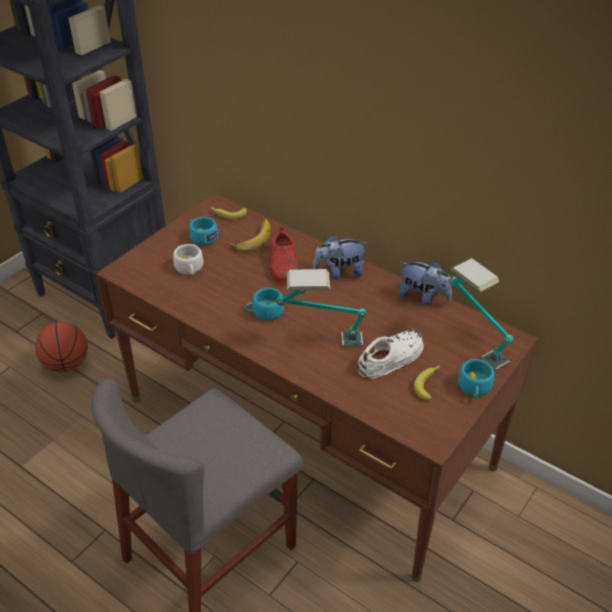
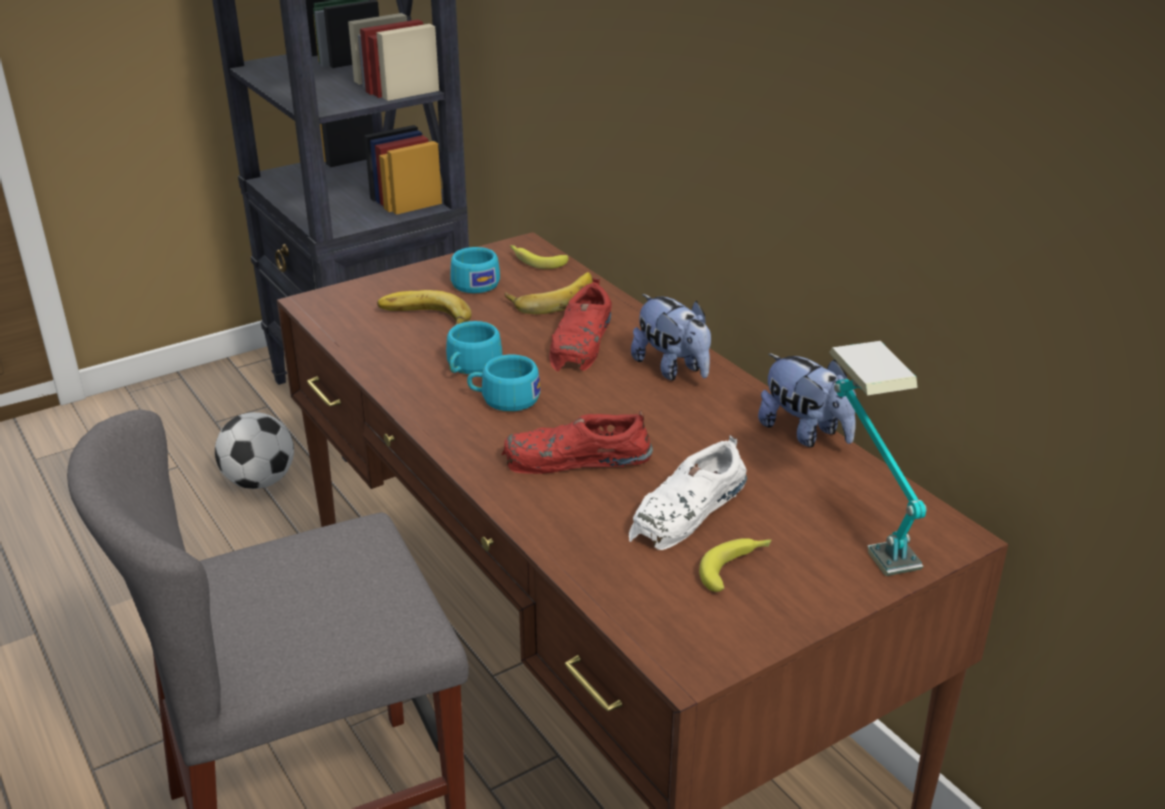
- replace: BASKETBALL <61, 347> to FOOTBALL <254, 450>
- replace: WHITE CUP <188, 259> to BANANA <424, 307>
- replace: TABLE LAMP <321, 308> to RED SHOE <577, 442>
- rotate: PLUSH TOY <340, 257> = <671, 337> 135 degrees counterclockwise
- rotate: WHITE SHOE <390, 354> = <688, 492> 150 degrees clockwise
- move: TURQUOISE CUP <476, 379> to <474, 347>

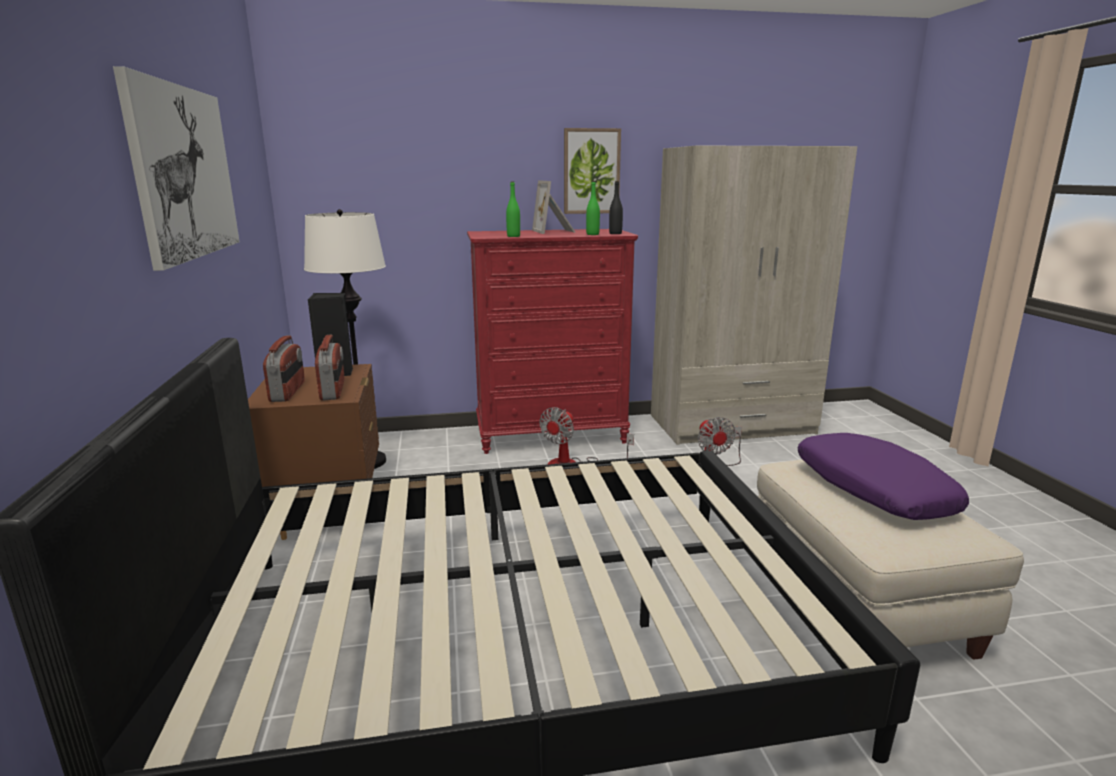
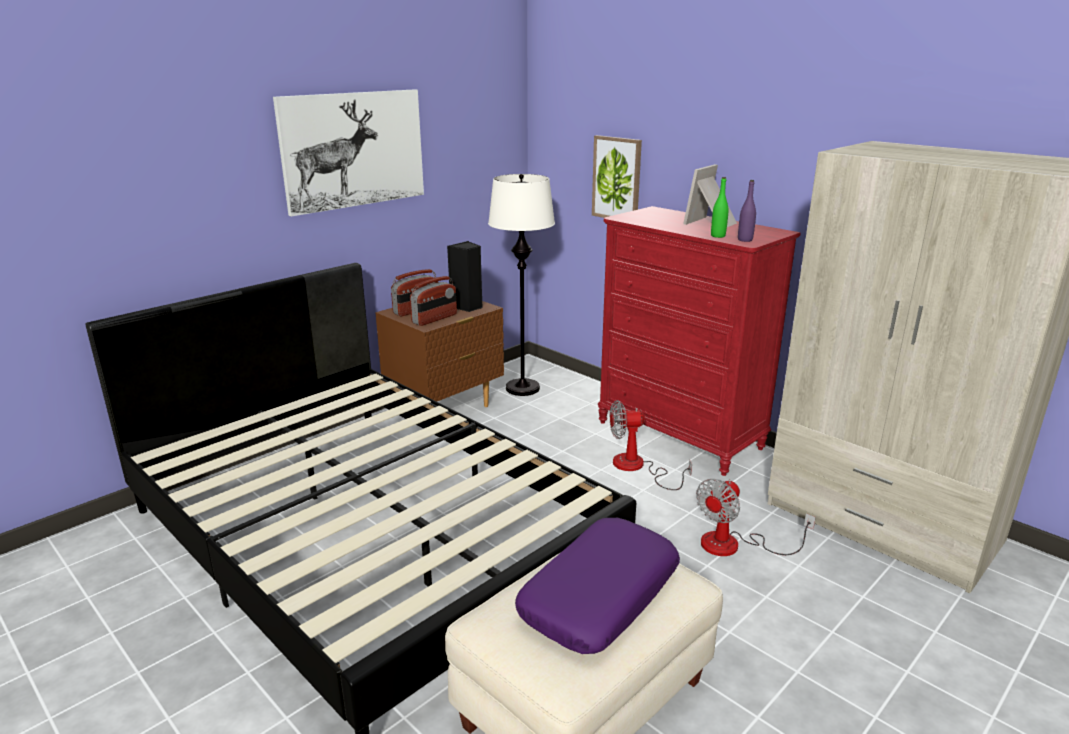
- delete: GREEN BOTTLE <513, 209>
- move: PICTURE <592, 171> to <617, 176>
- recolor: BLACK BOTTLE <616, 207> to PURPLE BOTTLE <747, 211>

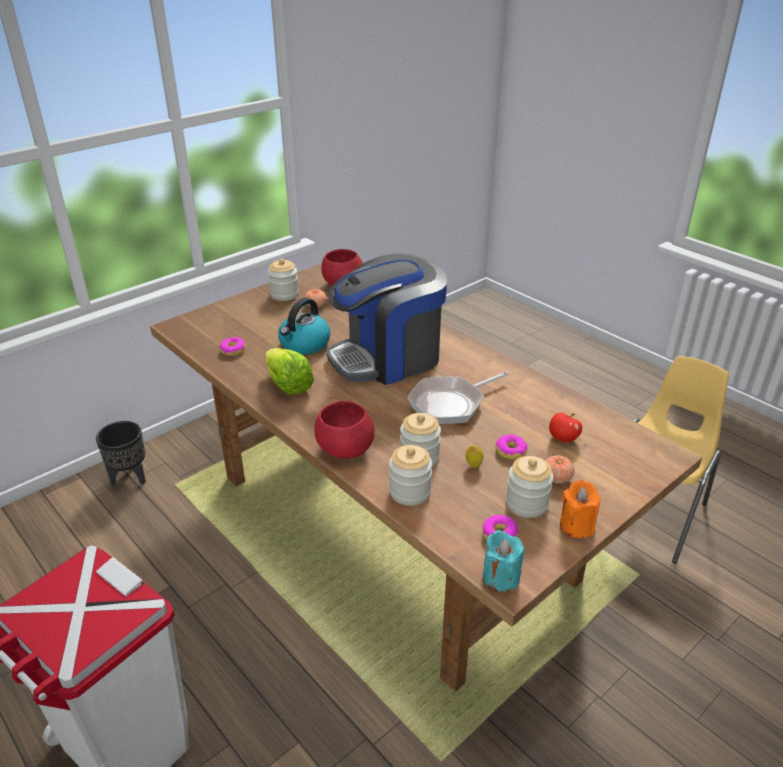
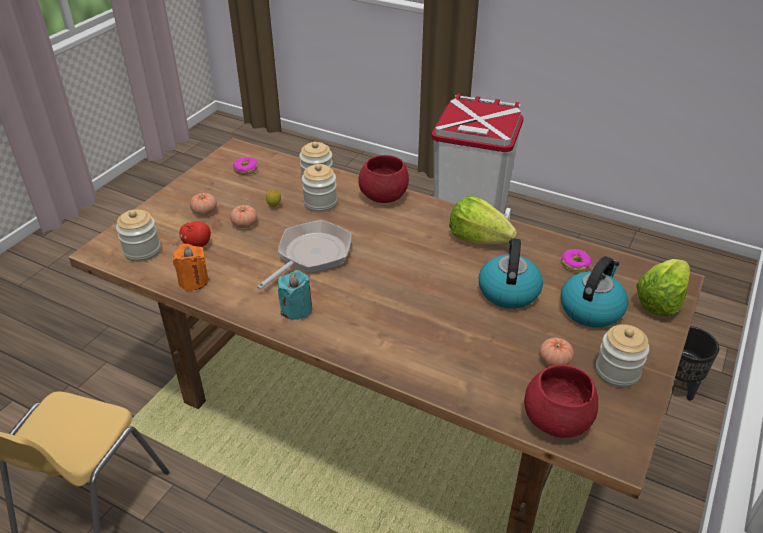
- delete: COFFEE MACHINE <386, 319>
- move: TURQUOISE CANDLE <504, 561> to <295, 295>
- replace: DONUT <511, 446> to TOMATO <243, 216>
- move: JAR <529, 487> to <138, 235>
- move: ORANGE CANDLE <580, 509> to <191, 267>
- insert: KETTLE <594, 292>
- insert: LETTUCE <663, 288>

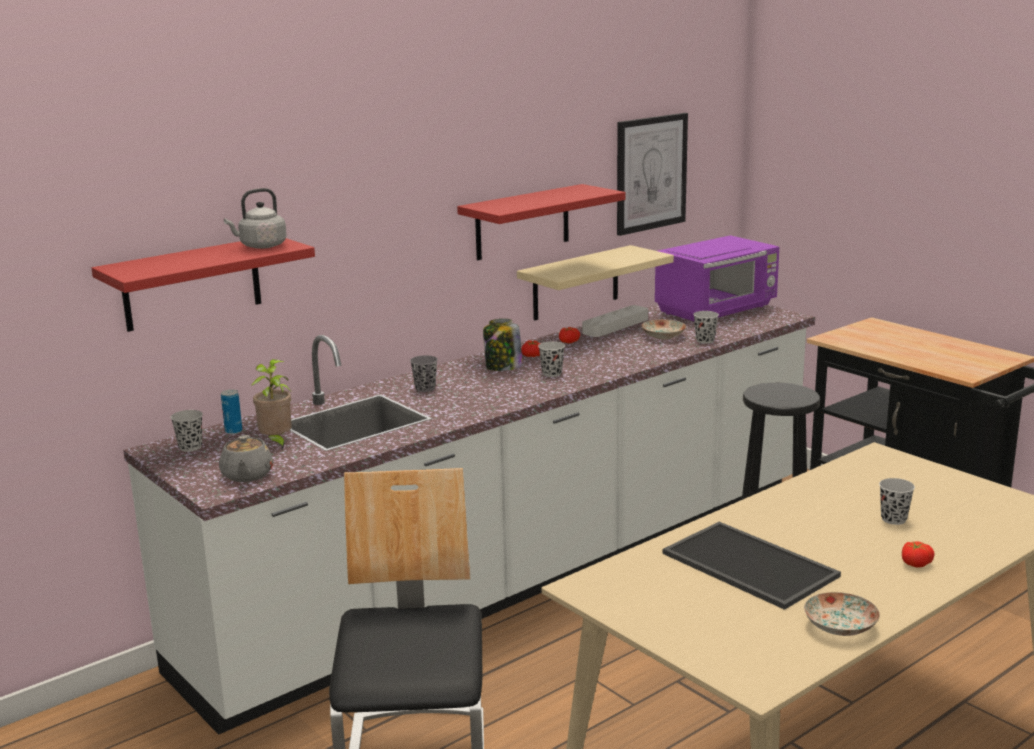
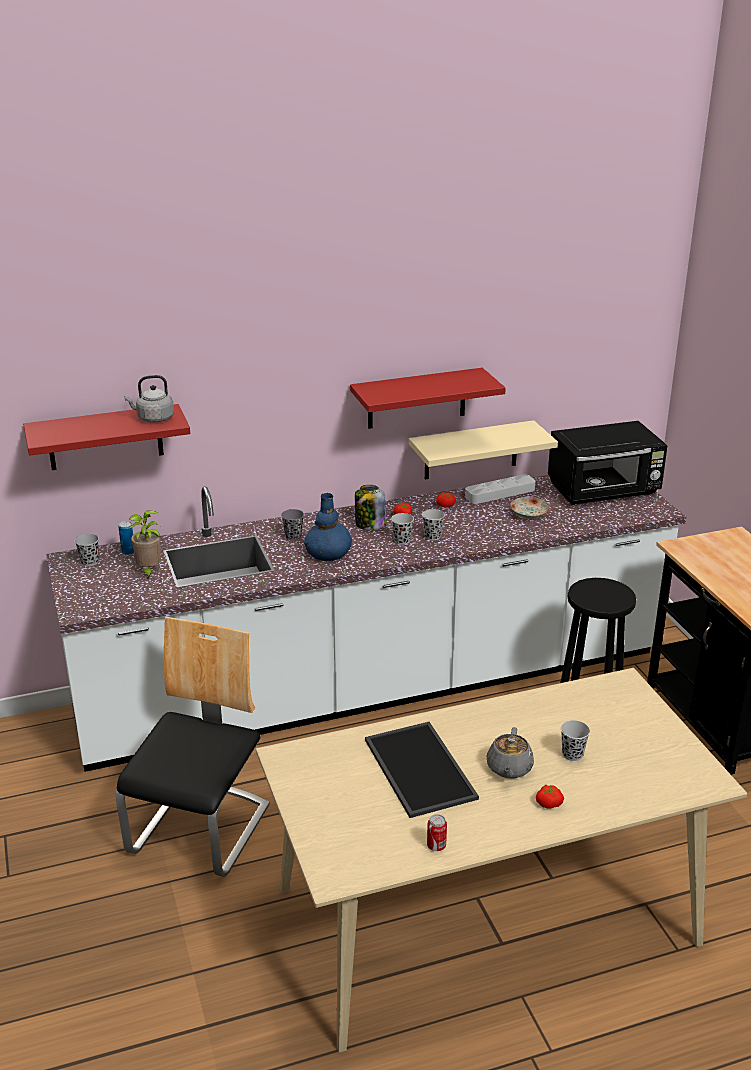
- move: GREY TEAPOT <246, 458> to <510, 752>
- delete: PICTURE <652, 174>
- recolor: PURPLE MICROWAVE <717, 278> to BLACK MICROWAVE <608, 463>
- move: BLACK CUP <706, 327> to <433, 524>
- replace: PLATE <842, 614> to CAN <437, 832>
- insert: BLUE VASE <328, 527>

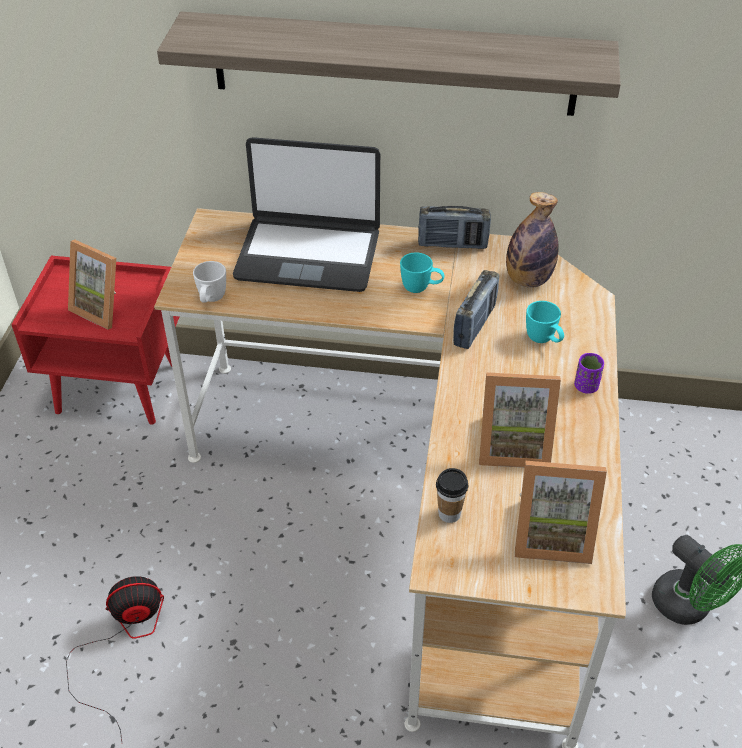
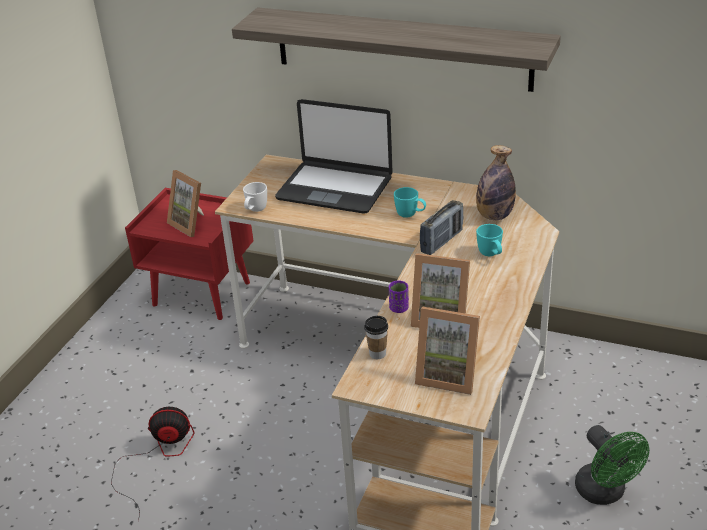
- delete: RADIO <454, 227>
- move: PURPLE CUP <589, 373> to <399, 297>

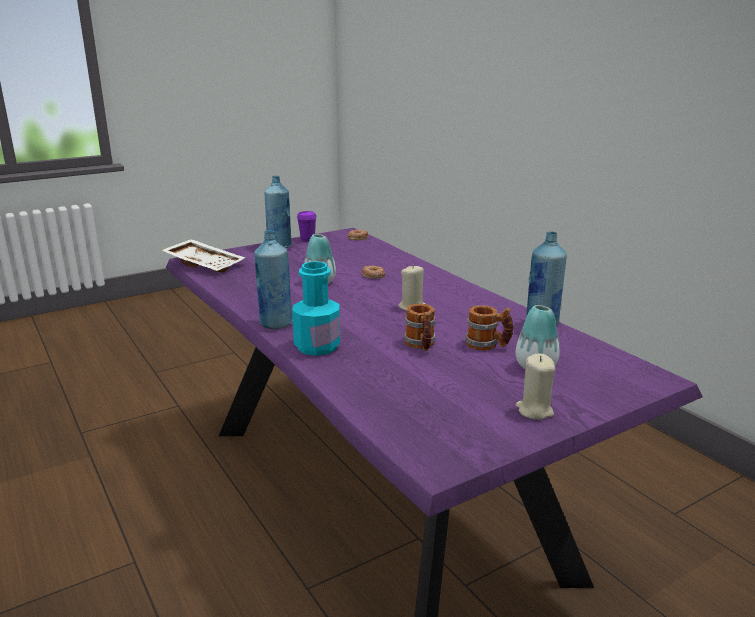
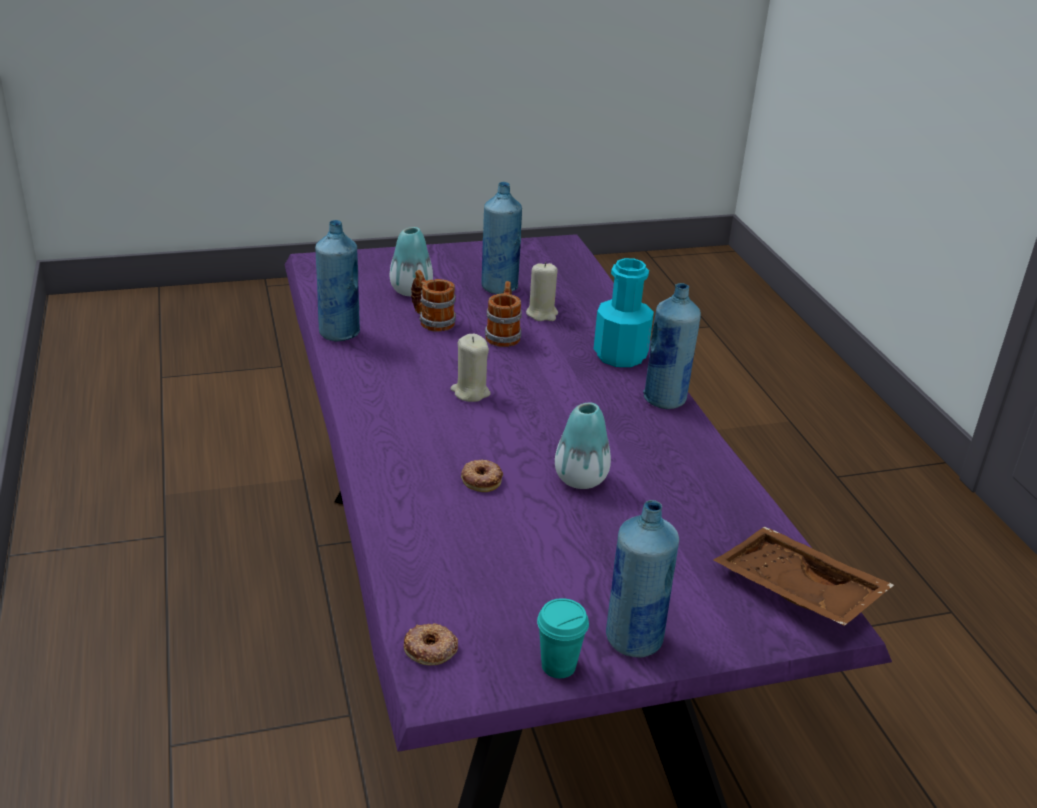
- recolor: WHITE TRAY <203, 256> to BROWN TRAY <804, 576>
- recolor: PURPLE CUP <307, 226> to TURQUOISE CUP <563, 638>
- move: BEIGE CANDLE <535, 387> to <542, 291>
- insert: BLUE BOTTLE <502, 238>

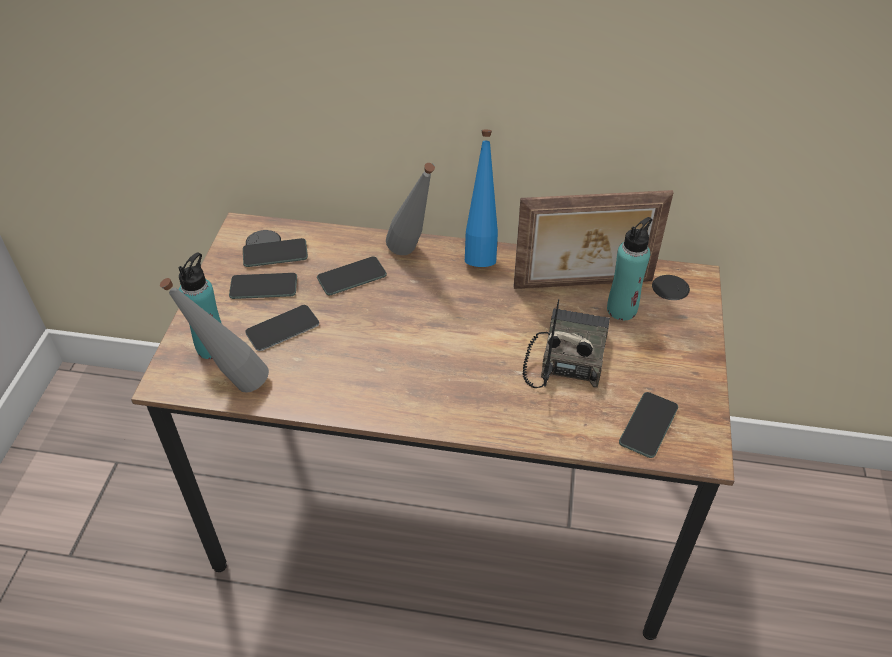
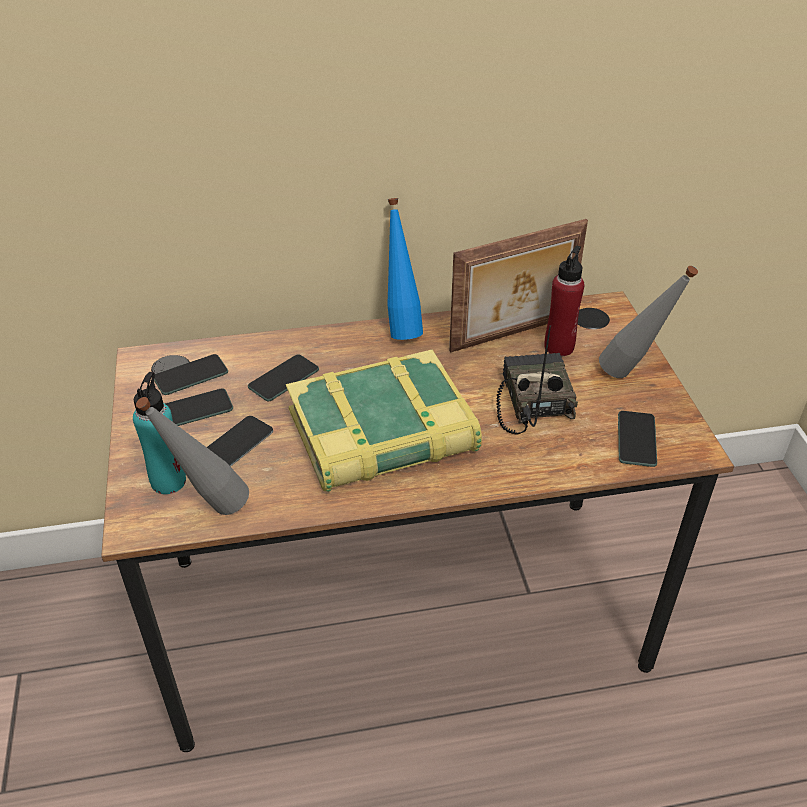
- move: GREY BOTTLE <410, 209> to <648, 322>
- recolor: TURQUOISE BOTTLE <629, 268> to RED BOTTLE <564, 301>
- insert: BOOK <384, 421>

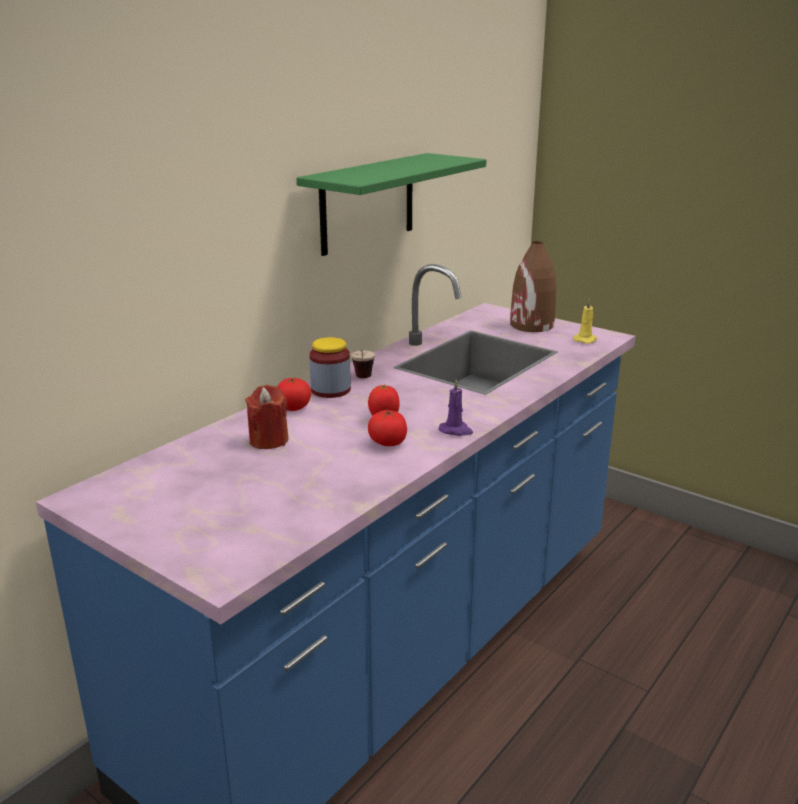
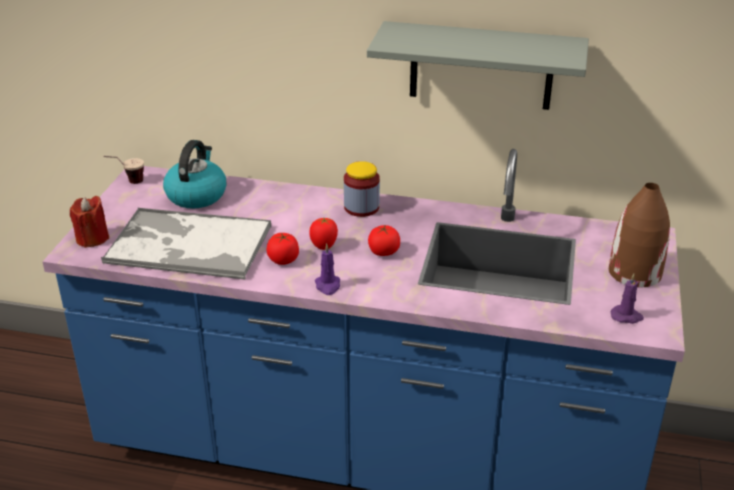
- move: RED CANDLE <267, 417> to <89, 222>
- move: TOMATO <294, 394> to <384, 240>
- recolor: GREEN SHELF <391, 204> to GREY SHELF <478, 65>
- move: CUP <363, 363> to <123, 170>
- recolor: YELLOW CANDLE <585, 321> to PURPLE CANDLE <627, 299>
- insert: TRAY <186, 244>
- insert: KETTLE <194, 174>

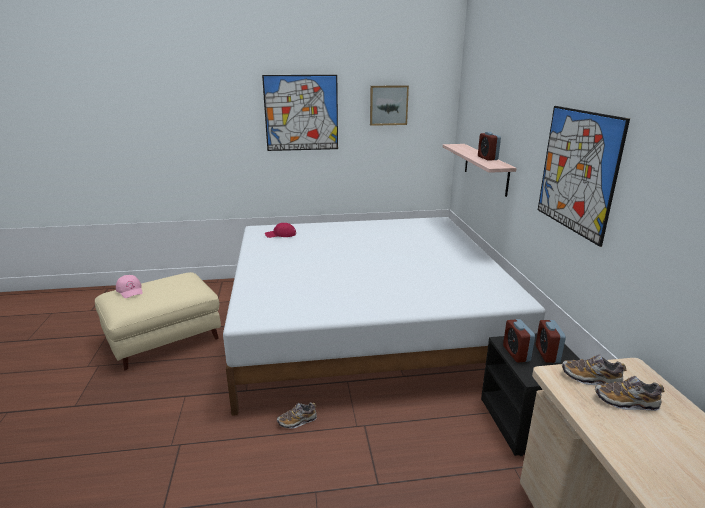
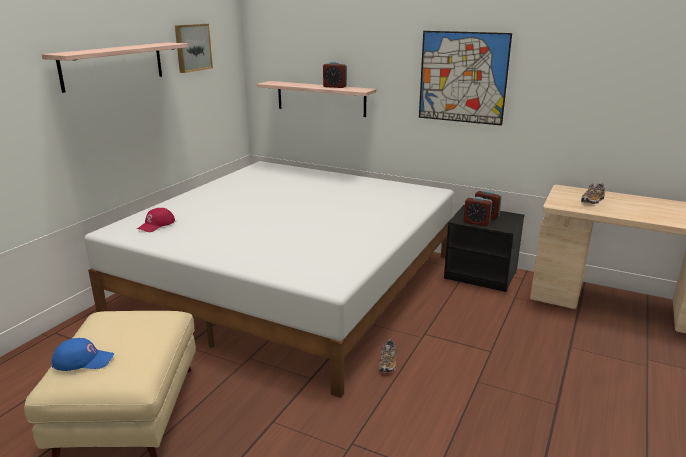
- recolor: PINK CAP <129, 286> to BLUE CAP <82, 354>
- replace: PICTURE <300, 113> to SHELF <115, 67>
- delete: SHOE <594, 369>

